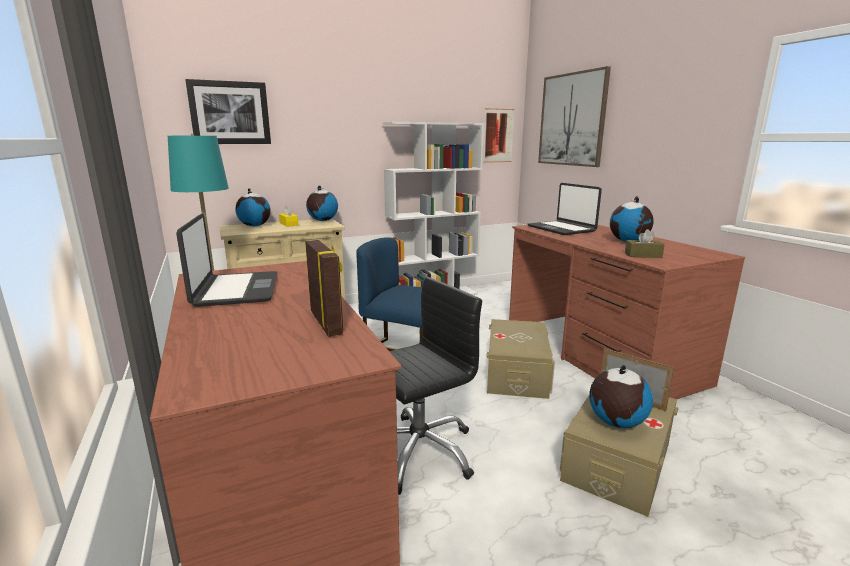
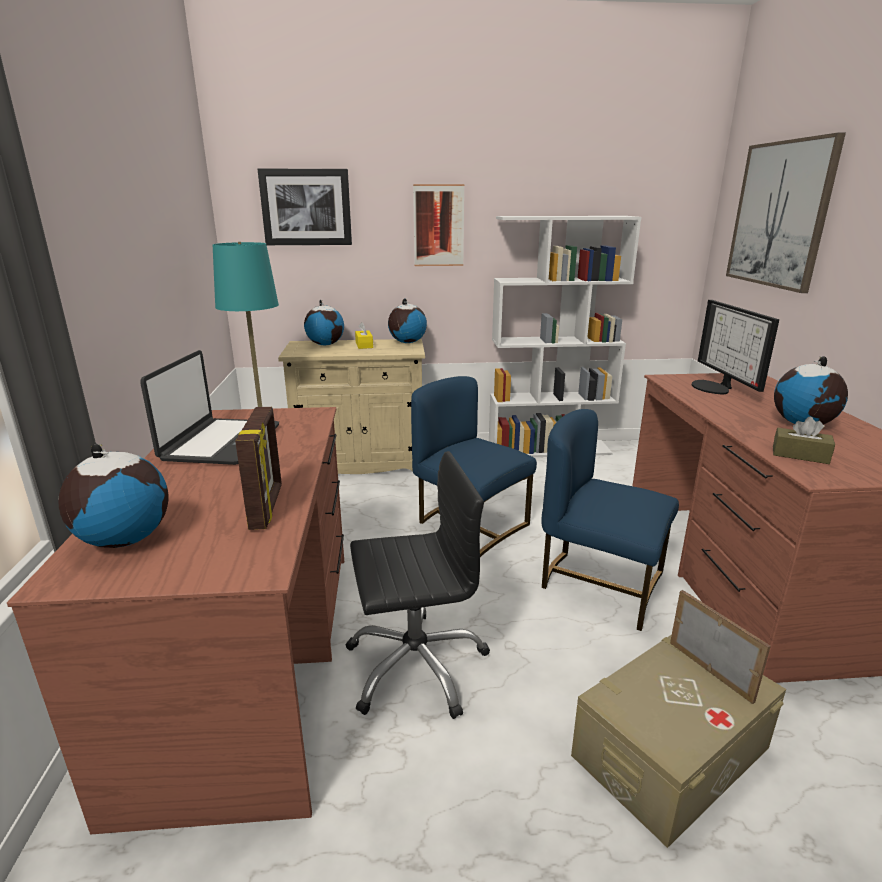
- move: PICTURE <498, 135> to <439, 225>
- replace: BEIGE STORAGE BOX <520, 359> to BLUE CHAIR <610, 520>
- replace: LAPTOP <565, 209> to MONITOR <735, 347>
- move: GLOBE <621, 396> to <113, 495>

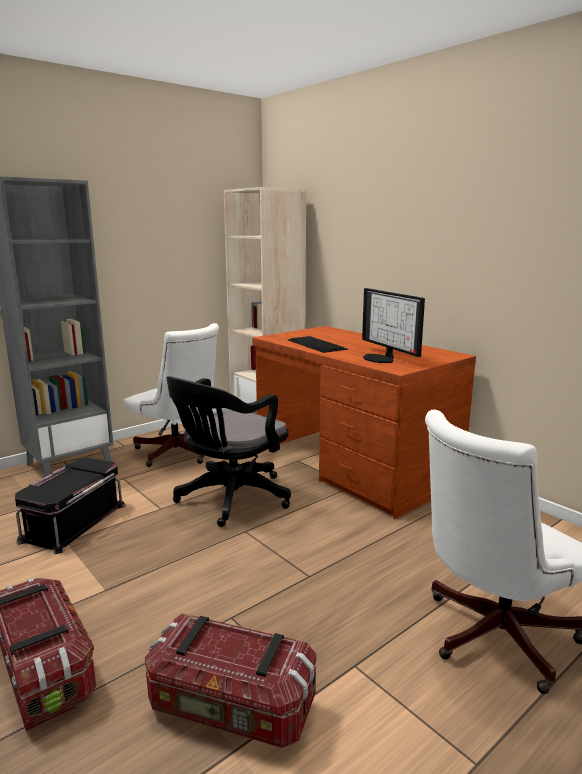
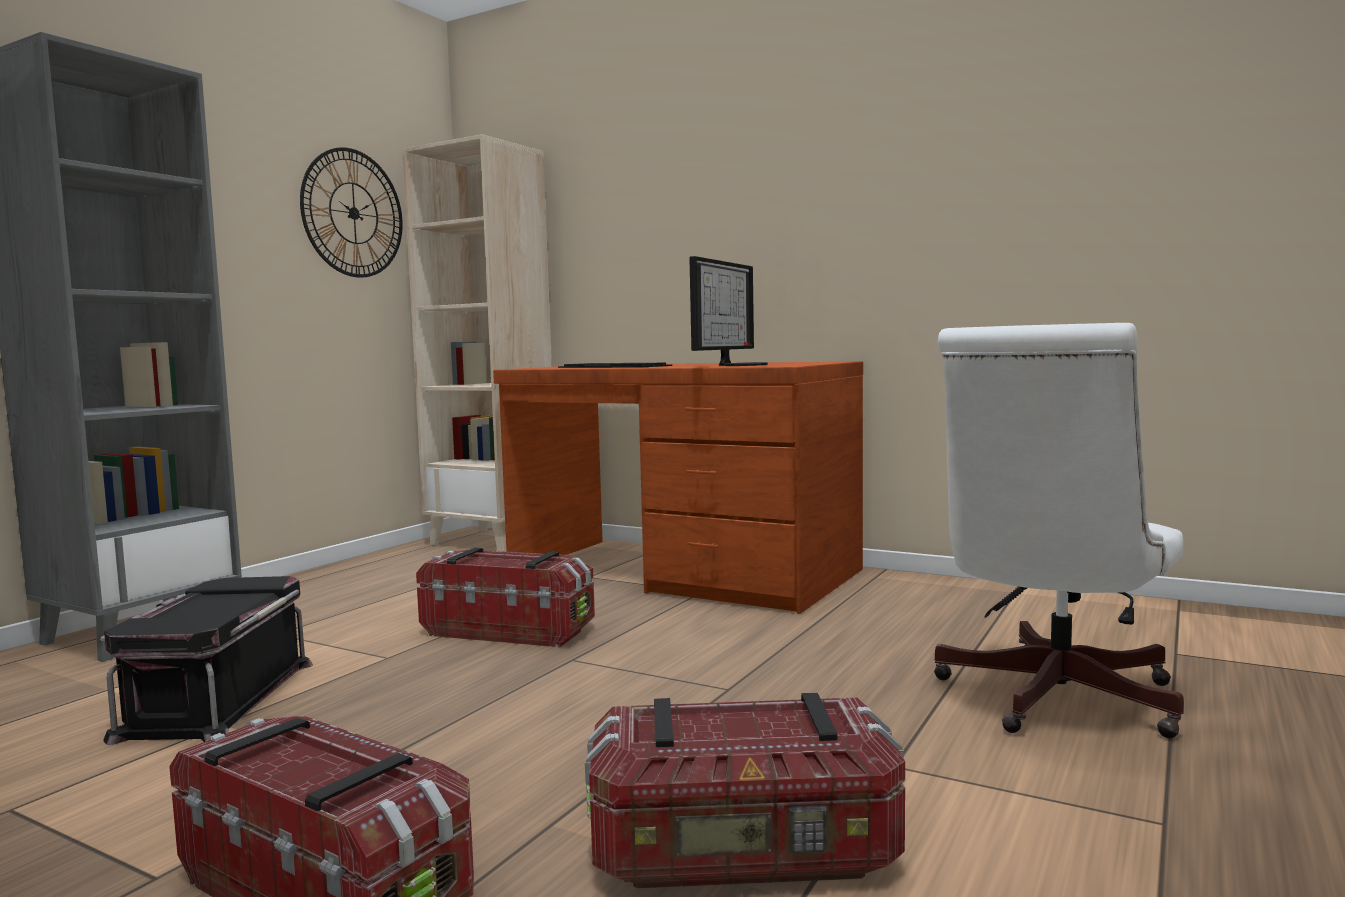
- delete: WHITE OFFICE CHAIR <171, 395>
- replace: BLACK OFFICE CHAIR <228, 451> to STORAGE BOX <505, 597>
- rotate: MONITOR <393, 325> = <728, 311> 105 degrees counterclockwise
- insert: WALL CLOCK <351, 212>

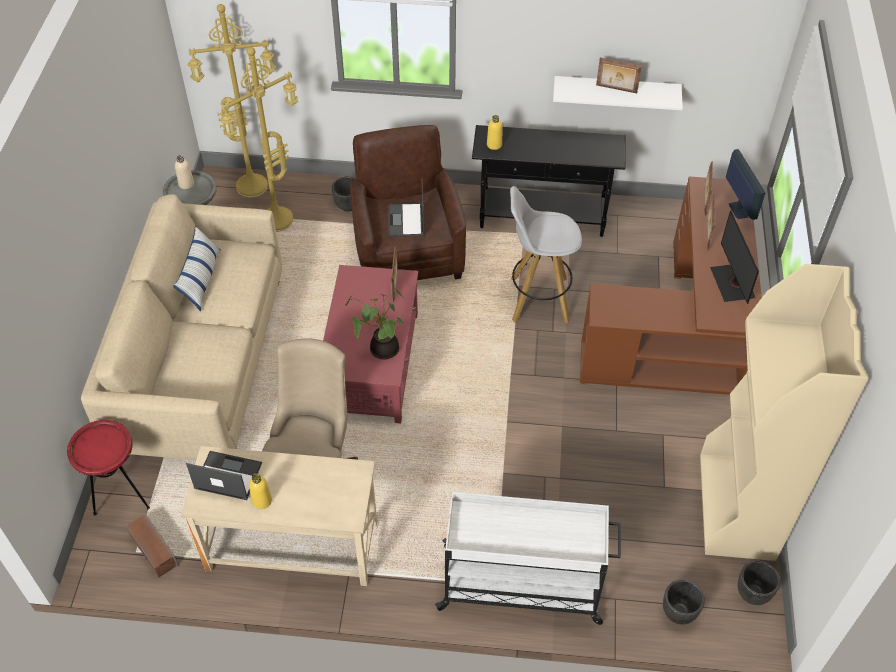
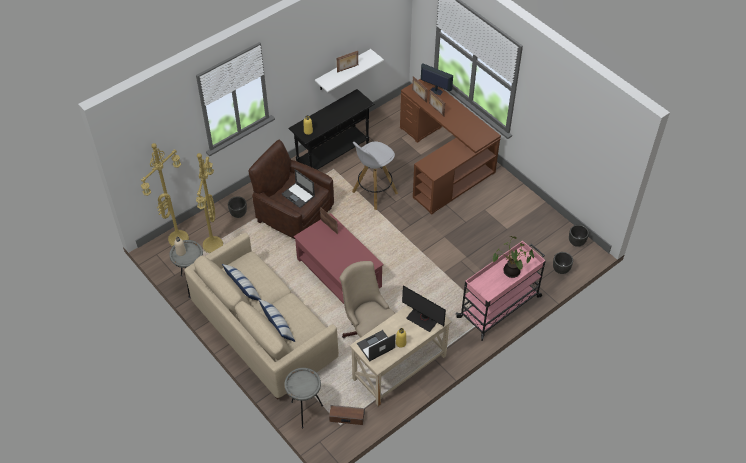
- recolor: RED SIDE TABLE <108, 467> to GREY SIDE TABLE <303, 398>
- move: POTTED PLANT <374, 323> to <513, 257>
- recolor: WHITE CART <528, 558> to PINK CART <501, 291>
- delete: BEIGE BOOKCASE <784, 412>
- move: MONITOR <734, 257> to <424, 308>
- insert: PILLOW <276, 320>

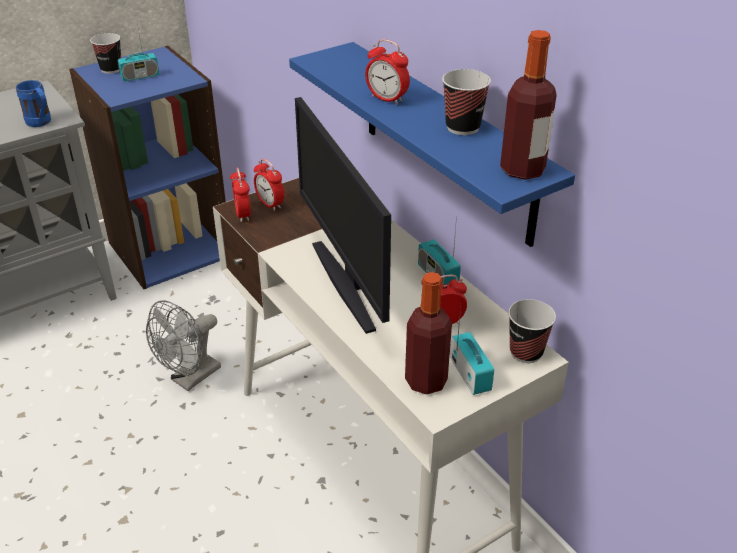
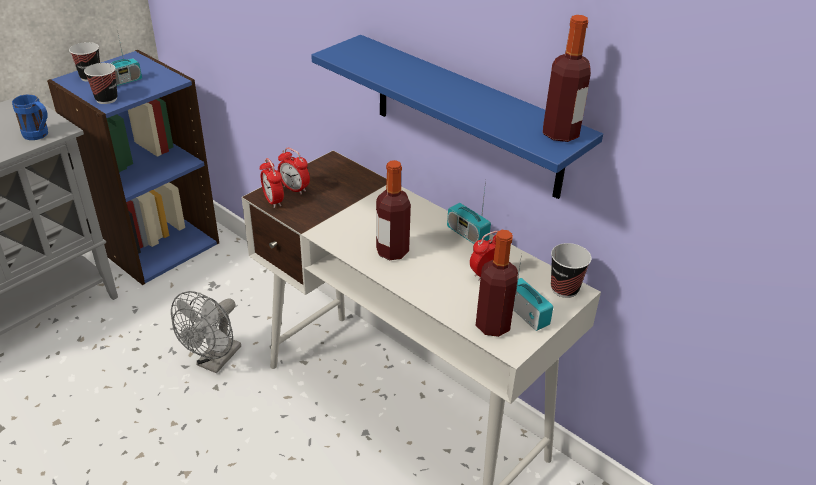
- replace: MONITOR <343, 215> to BOTTLE <393, 210>
- delete: ALARM CLOCK <387, 72>
- move: CUP <466, 102> to <101, 83>

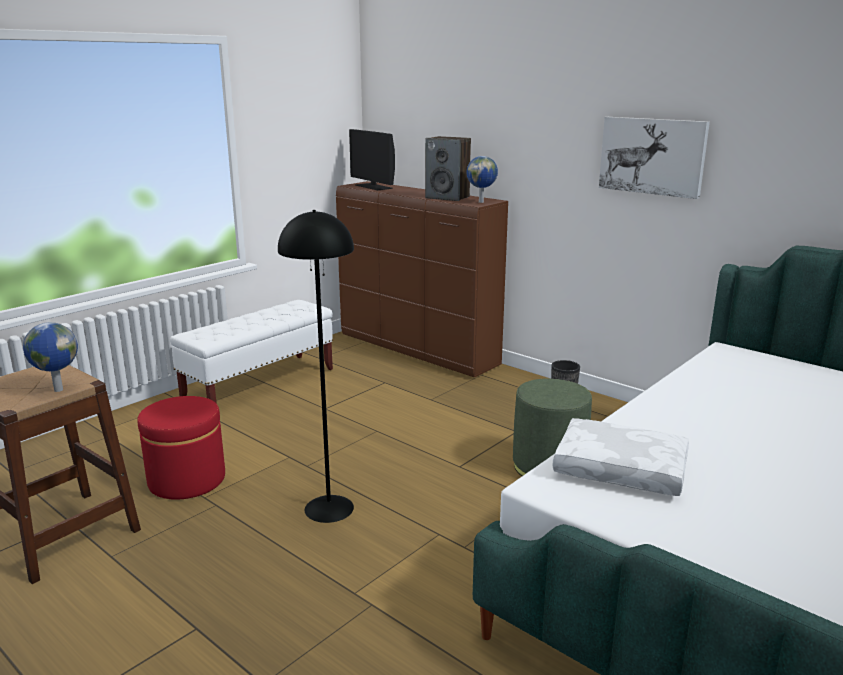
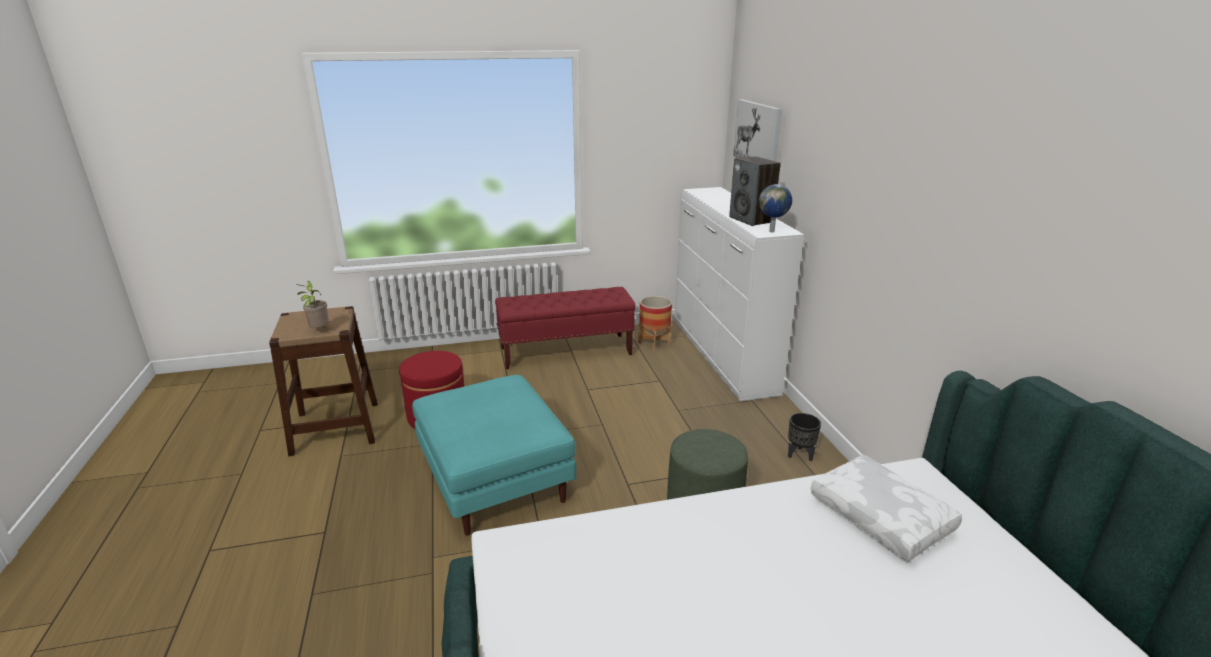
- replace: GLOBE <50, 357> to POTTED PLANT <313, 305>
- recolor: WHITE BENCH <251, 352> to RED BENCH <565, 328>
- replace: BLACK FLOOR LAMP <316, 366> to TURQUOISE OTTOMAN <494, 455>
- recolor: BROWN DRESSER <422, 279> to WHITE DRESSER <739, 294>
- delete: MONITOR <372, 159>
- move: WHITE PILLOW <621, 457> to <886, 508>
- move: PICTURE <654, 158> to <757, 130>
- insert: PLANTER <655, 323>

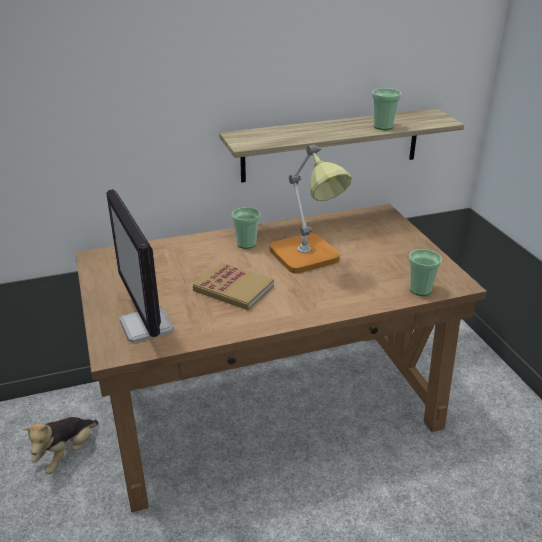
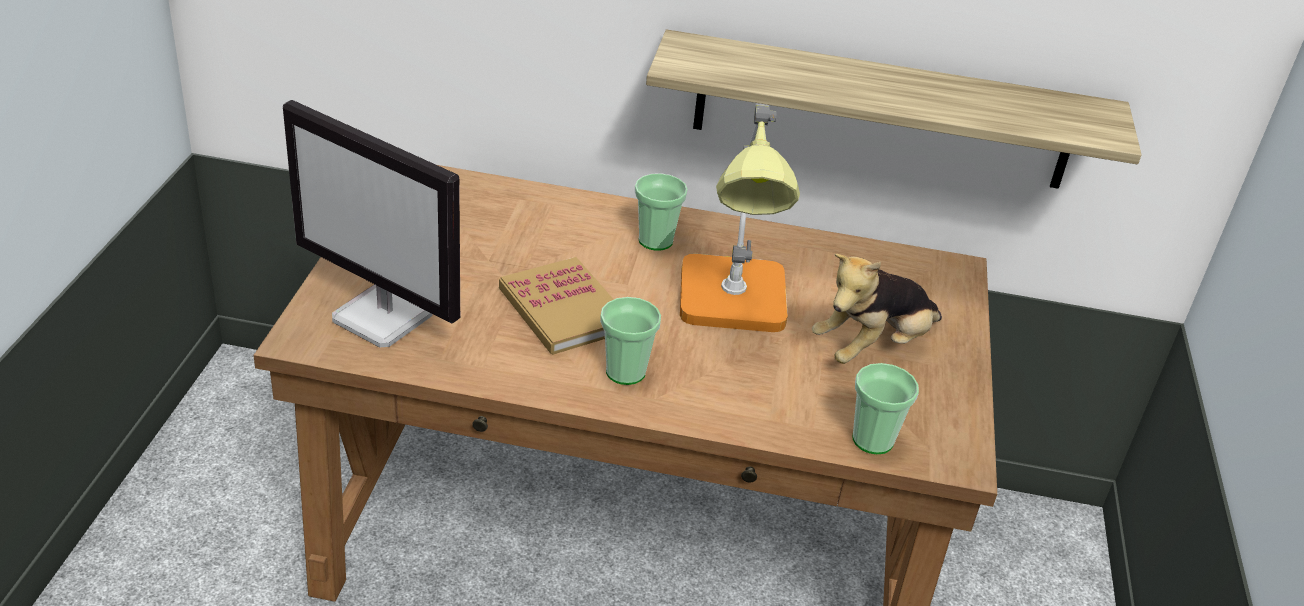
- move: PLUSH TOY <60, 445> to <877, 308>
- rotate: MONITOR <140, 266> = <371, 223> 60 degrees counterclockwise
- move: CUP <387, 109> to <630, 341>

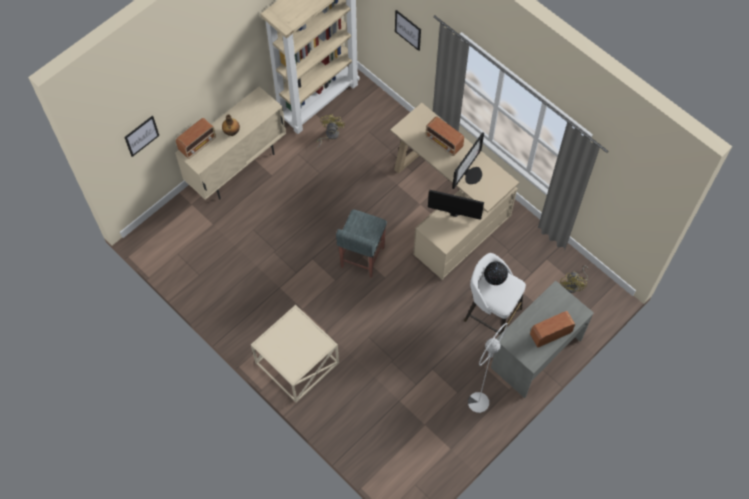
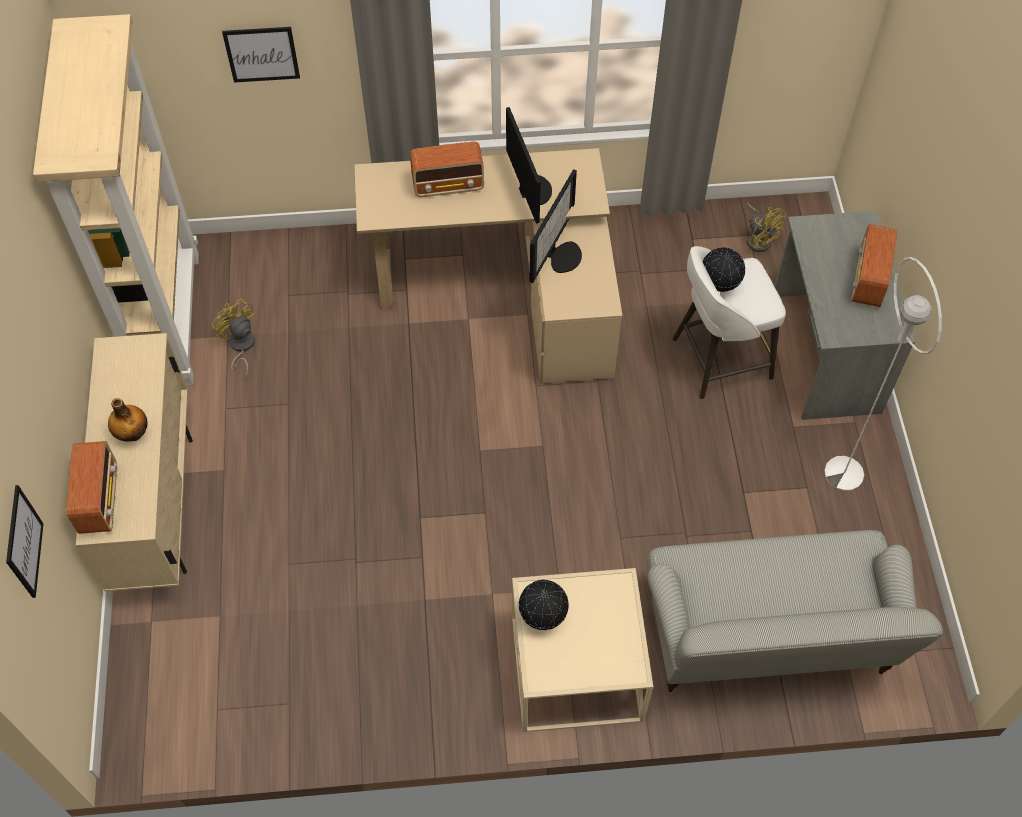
- delete: GREY STOOL <361, 244>
- rotate: MONITOR <456, 205> = <555, 226> 150 degrees clockwise
- insert: GLOBE <543, 605>
- insert: SOFA <794, 611>

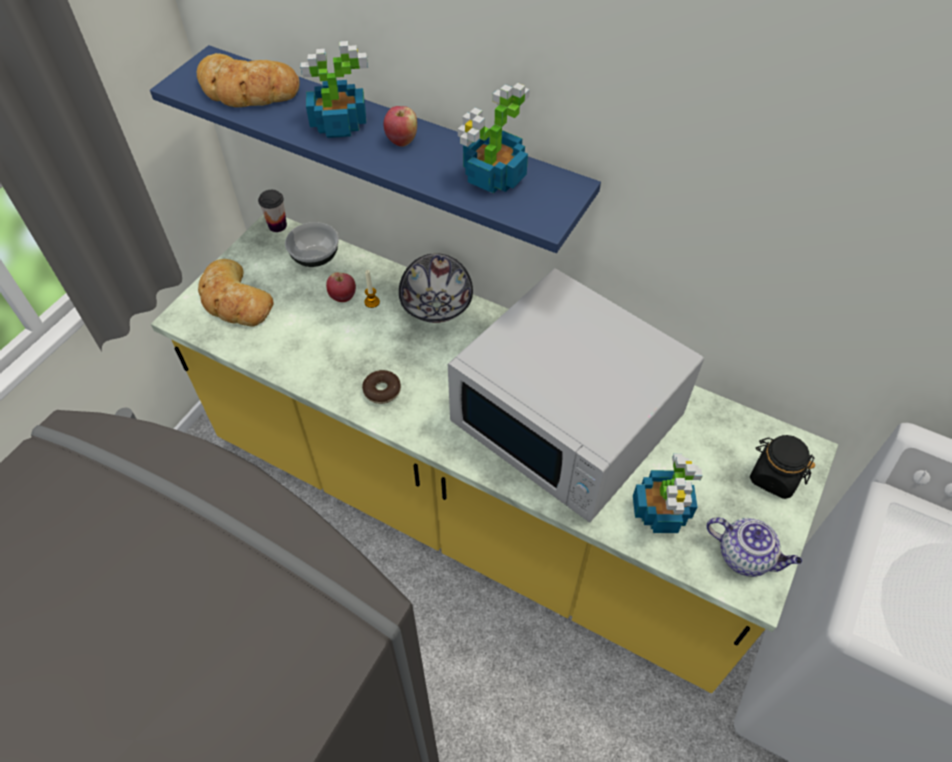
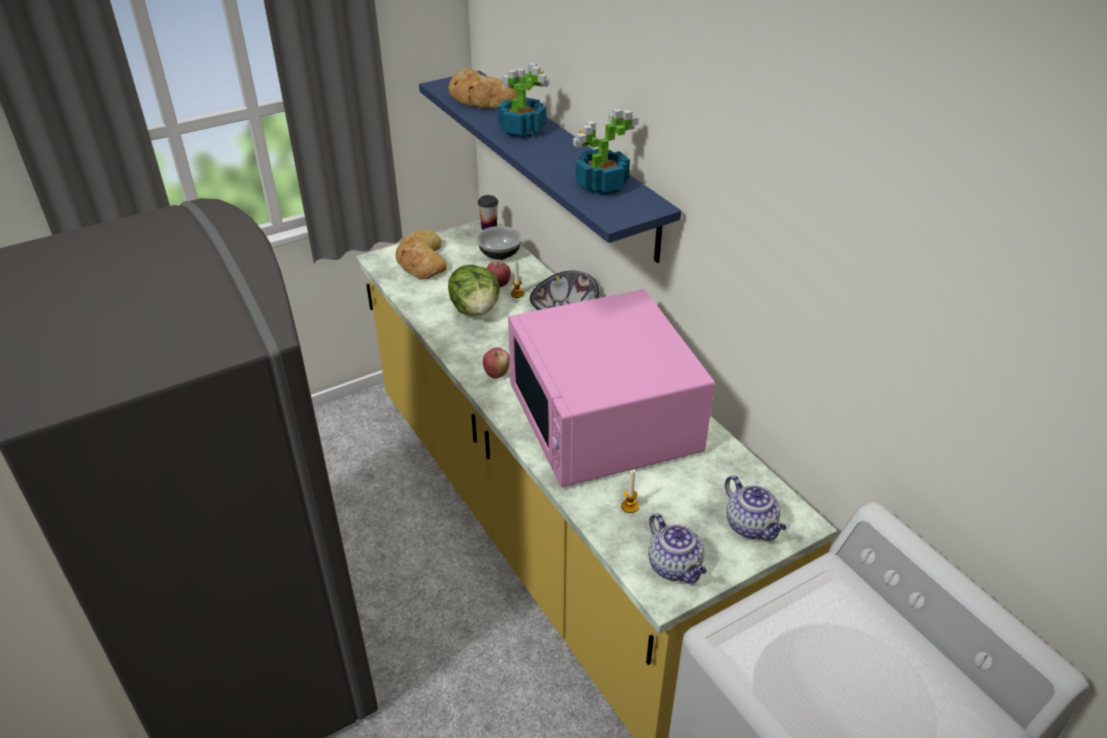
- delete: DONUT <381, 387>
- move: APPLE <400, 126> to <496, 363>
- recolor: WHITE MICROWAVE <576, 395> to PINK MICROWAVE <611, 388>
- replace: POTTED PLANT <668, 493> to CANDLE <630, 491>
- replace: BLACK JAR <782, 467> to TEAPOT <755, 508>
- insert: LETTUCE <474, 290>

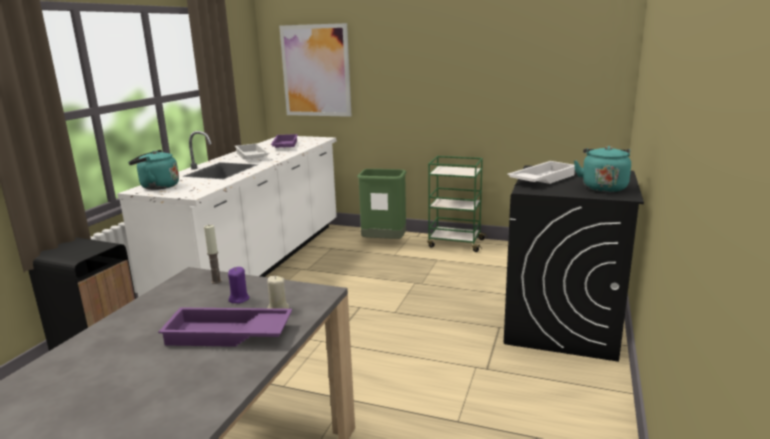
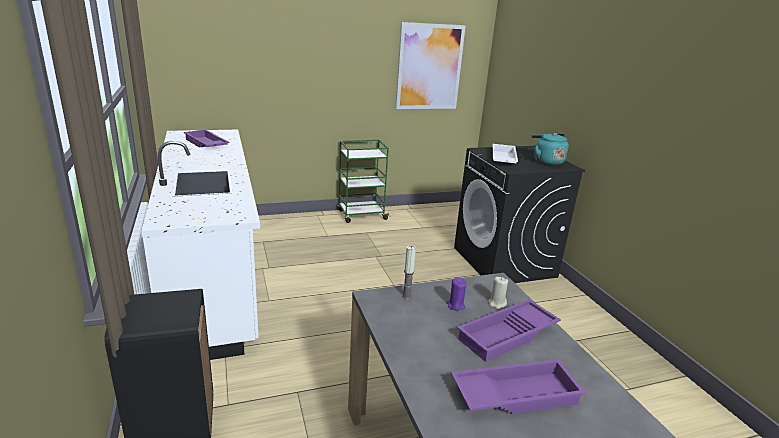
- delete: TURQUOISE KETTLE <153, 170>
- delete: WHITE TRAY <252, 151>
- move: PICTURE <315, 70> to <430, 65>
- delete: GREEN TRASH CAN <382, 204>
- insert: PURPLE TRAY <518, 386>

